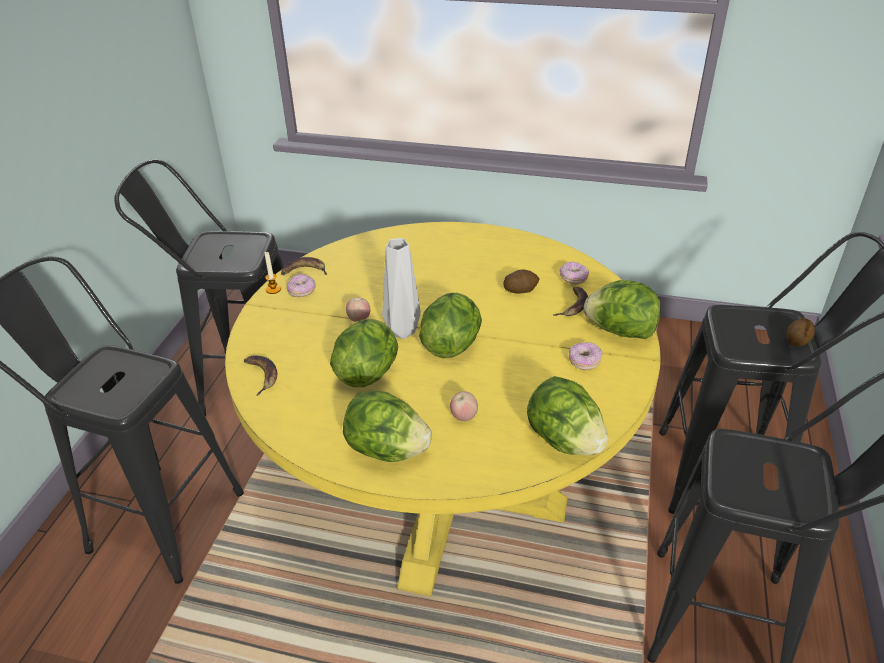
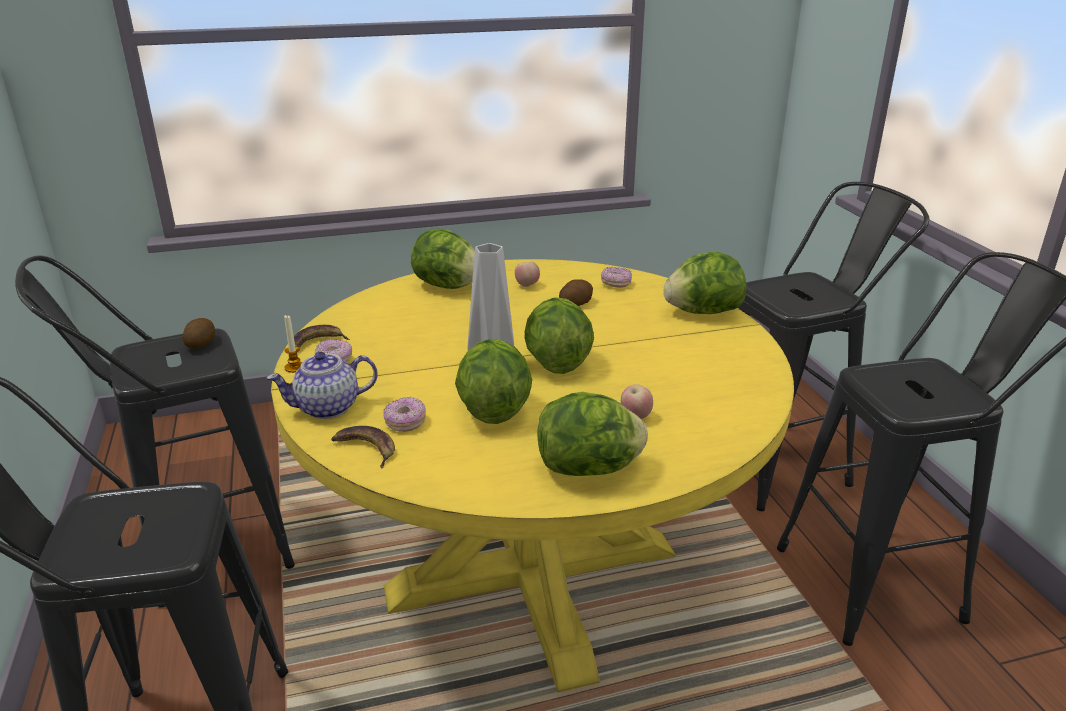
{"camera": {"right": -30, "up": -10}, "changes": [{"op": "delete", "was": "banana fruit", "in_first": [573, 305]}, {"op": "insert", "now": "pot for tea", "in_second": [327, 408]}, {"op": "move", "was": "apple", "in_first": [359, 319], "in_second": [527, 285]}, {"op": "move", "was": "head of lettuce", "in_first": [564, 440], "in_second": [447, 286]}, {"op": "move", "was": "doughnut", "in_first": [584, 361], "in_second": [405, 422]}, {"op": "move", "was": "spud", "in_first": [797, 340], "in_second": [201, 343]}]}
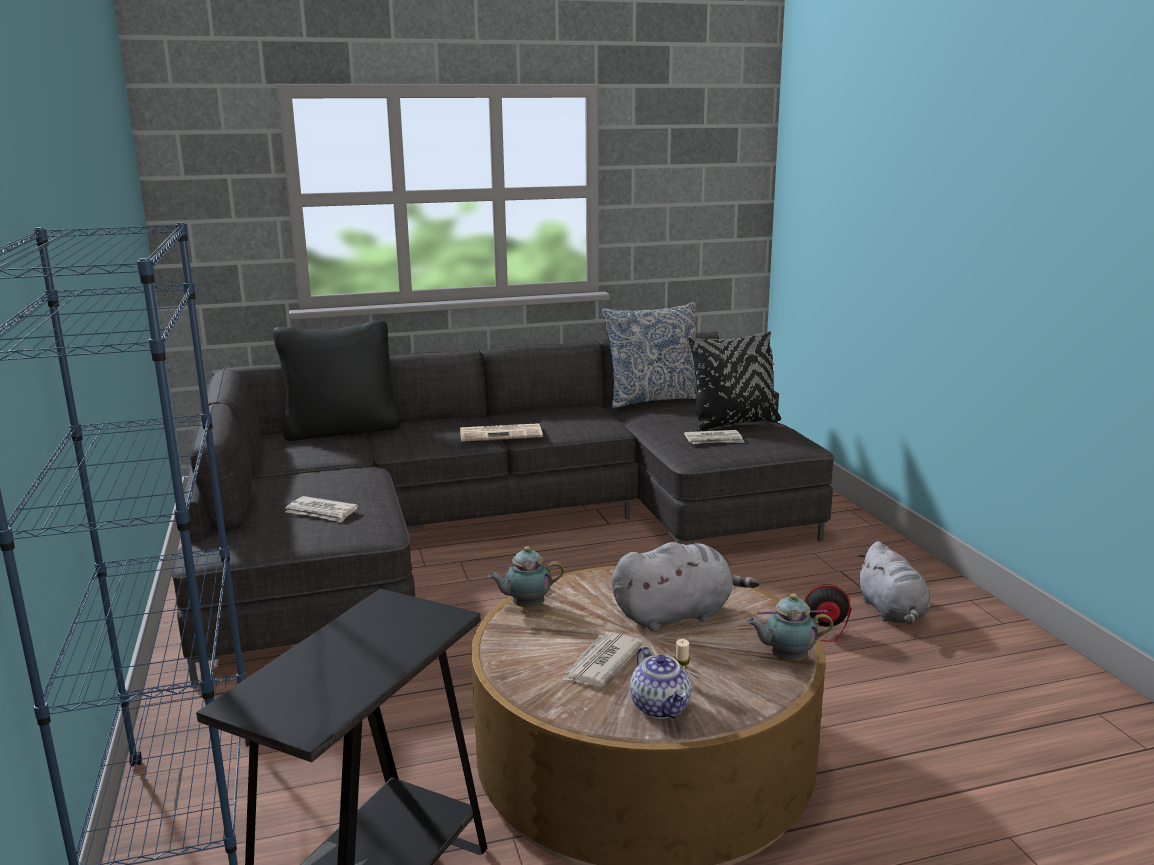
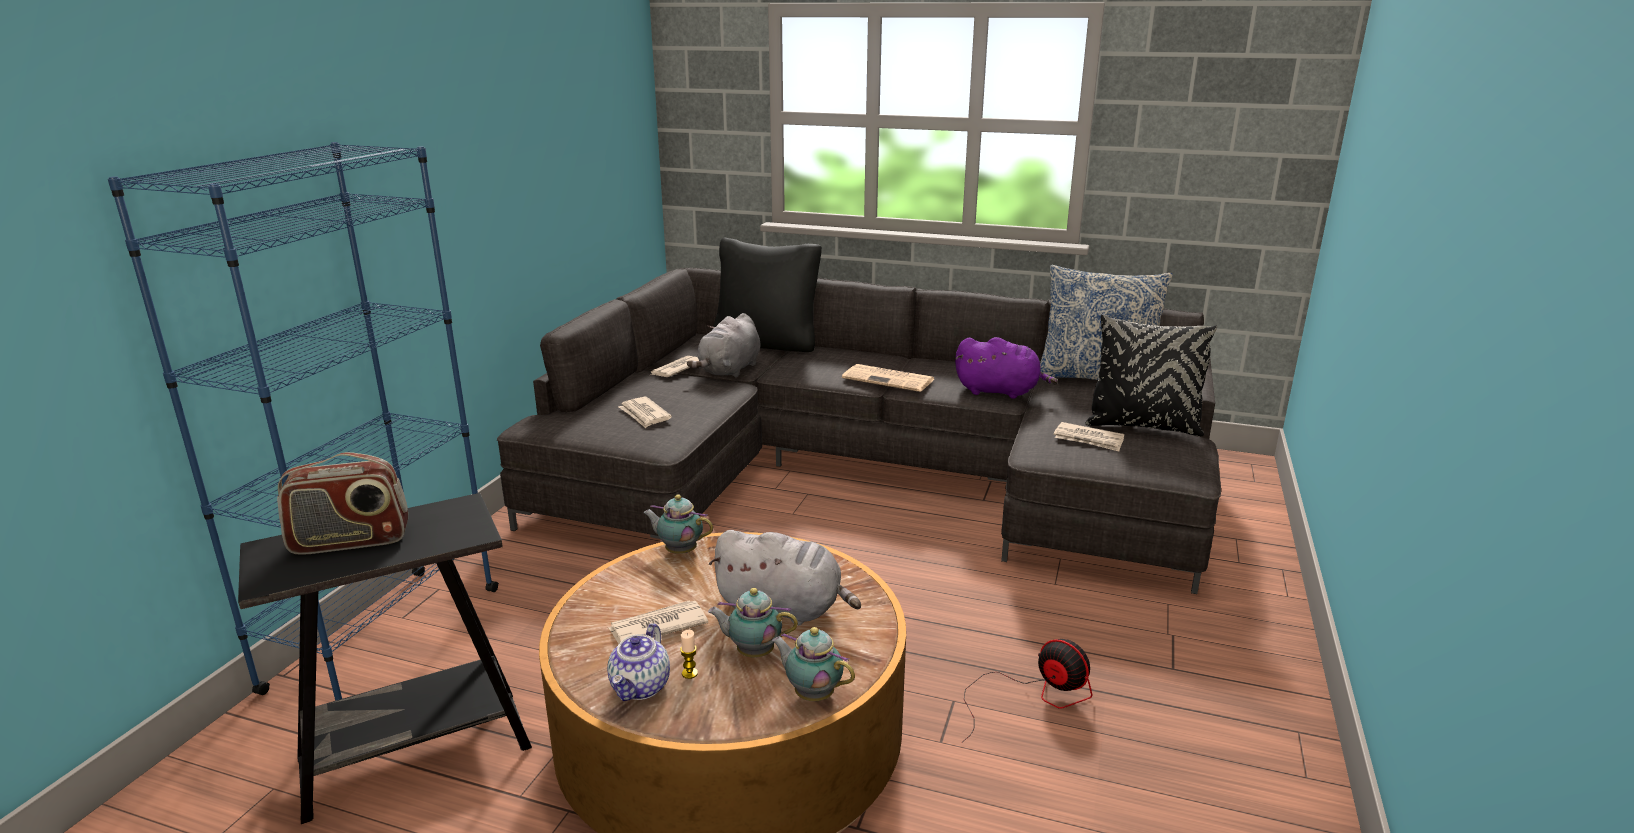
{"camera": {"right": 35, "up": 5}, "changes": [{"op": "insert", "now": "radio receiver", "in_second": [350, 541]}, {"op": "insert", "now": "daily paper", "in_second": [676, 369]}, {"op": "insert", "now": "pot for tea", "in_second": [752, 652]}, {"op": "insert", "now": "purplish soft toy", "in_second": [1000, 392]}, {"op": "move", "was": "gray soft toy", "in_first": [892, 612], "in_second": [729, 370]}]}
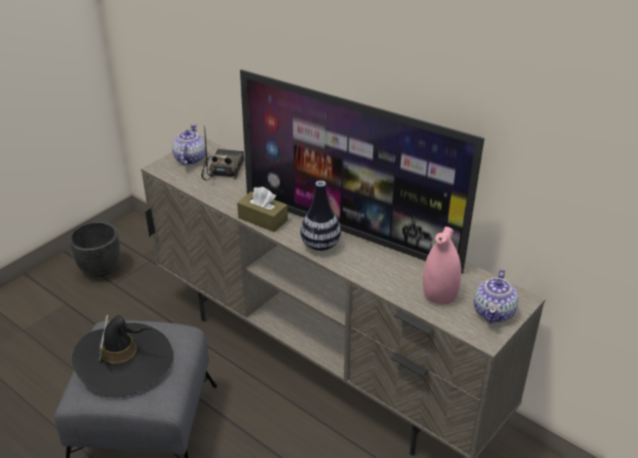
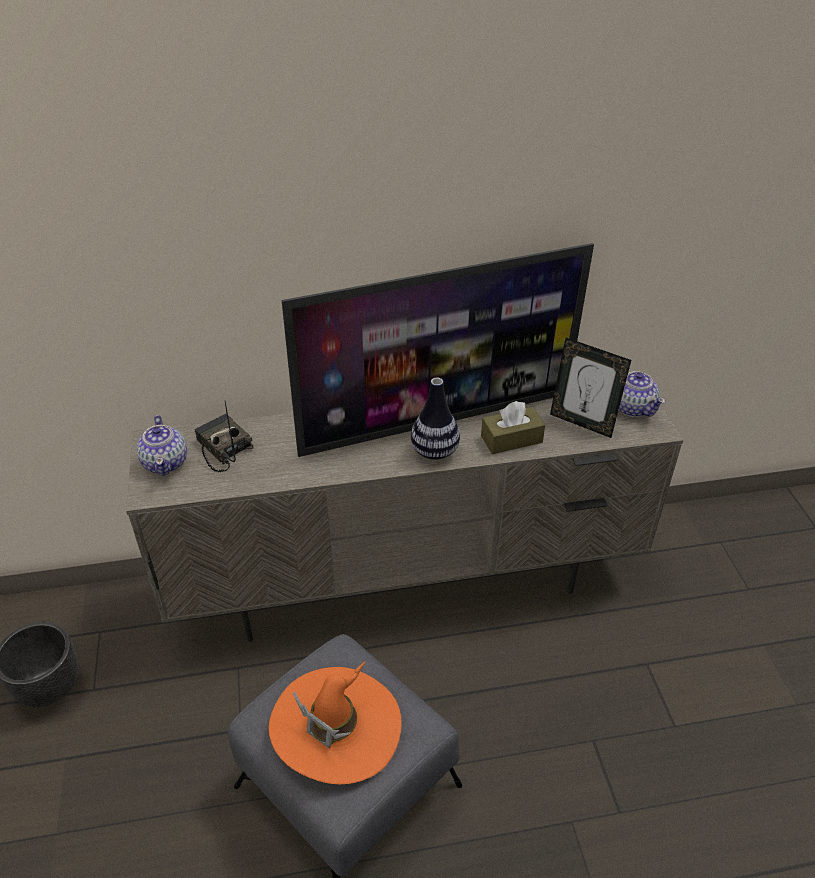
{"camera": {"right": -50, "up": 5}, "changes": [{"op": "move", "was": "brown tissue holder", "in_first": [263, 219], "in_second": [511, 439]}, {"op": "replace", "was": "pink flower vase", "now": "standing frame", "in_first": [439, 295], "in_second": [582, 423]}, {"op": "recolor", "was": "black-coloured hat", "now": "orangey hat", "in_first": [124, 361], "in_second": [336, 727]}, {"op": "rotate", "was": "pot for tea", "in_first": [189, 159], "in_second": [166, 462], "clockwise": -150}]}
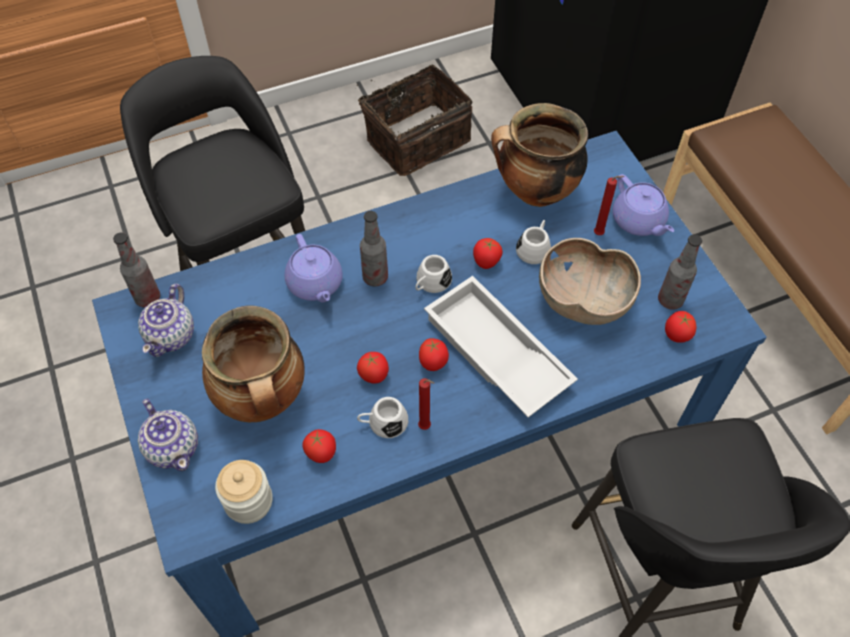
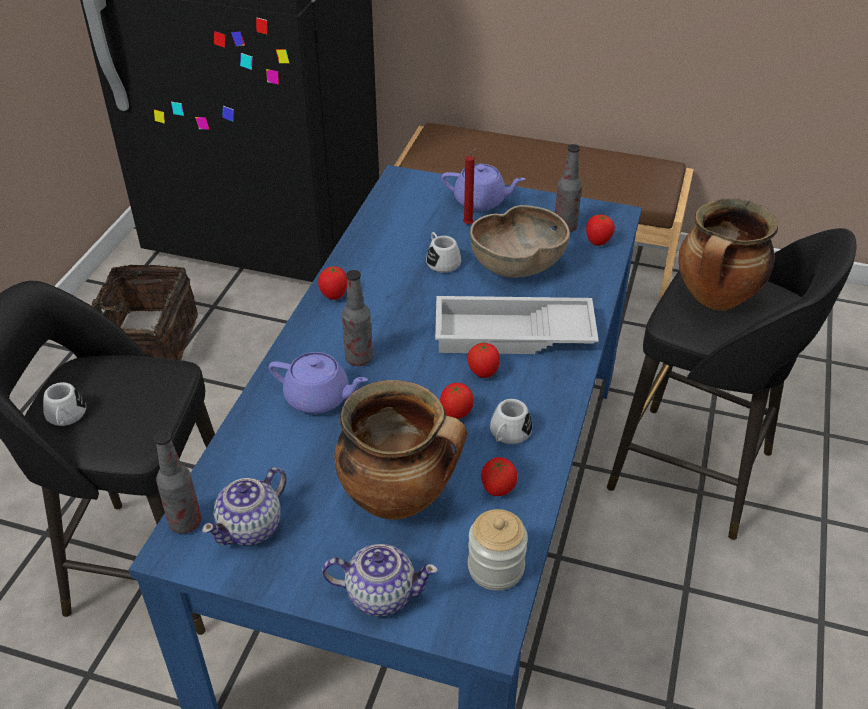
{"camera": {"right": -50, "up": -15}, "changes": [{"op": "delete", "was": "reddish candle", "in_first": [426, 427]}, {"op": "move", "was": "white-coloured mug", "in_first": [430, 283], "in_second": [65, 417]}, {"op": "move", "was": "tomato", "in_first": [486, 263], "in_second": [334, 296]}, {"op": "move", "was": "cooking pot", "in_first": [535, 192], "in_second": [716, 299]}, {"op": "rotate", "was": "pot for tea", "in_first": [171, 335], "in_second": [251, 527], "clockwise": 75}]}
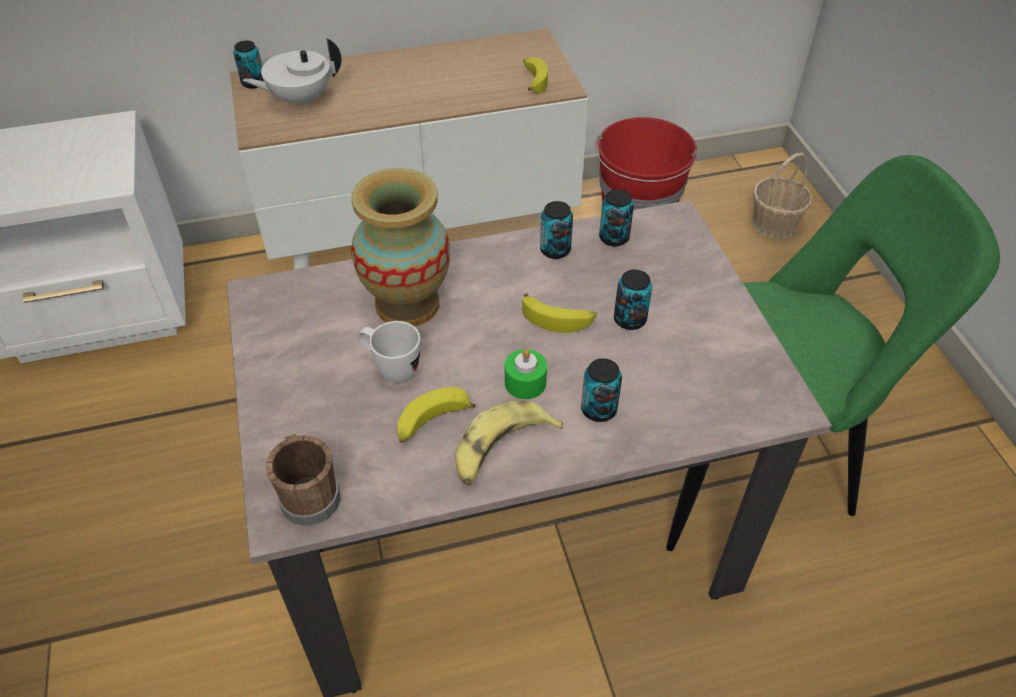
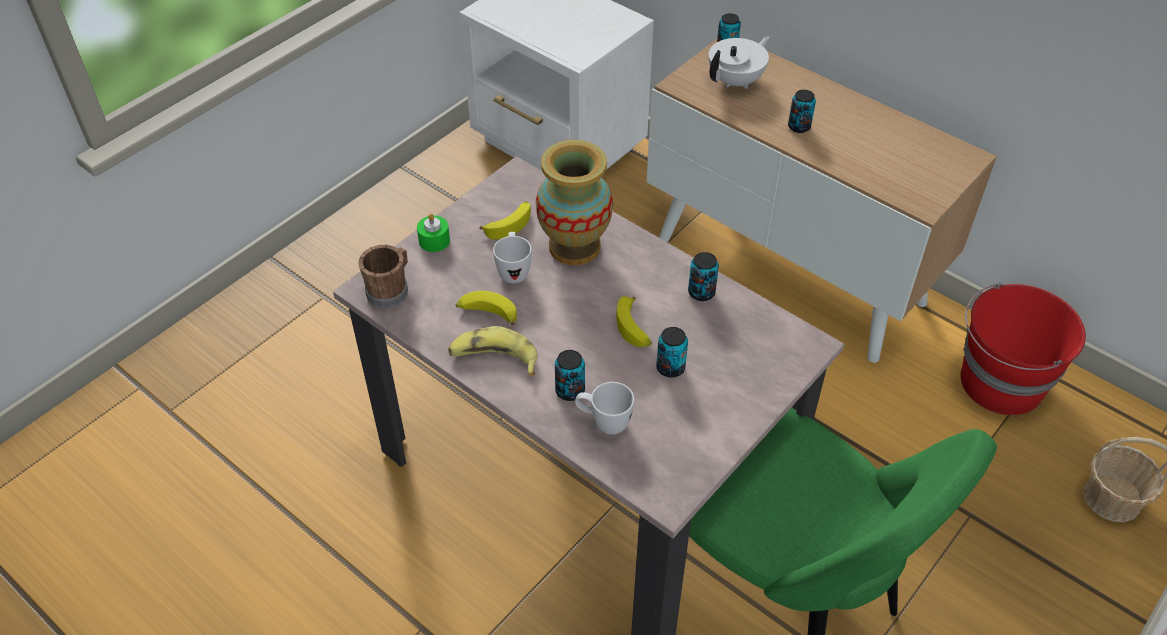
{"camera": {"right": 55, "up": 0}, "changes": [{"op": "insert", "now": "white-coloured mug", "in_second": [603, 422]}, {"op": "move", "was": "green candle", "in_first": [525, 382], "in_second": [434, 241]}, {"op": "move", "was": "banana fruit", "in_first": [533, 80], "in_second": [509, 224]}, {"op": "move", "was": "sealed can", "in_first": [614, 238], "in_second": [799, 127]}, {"op": "rotate", "was": "white-coloured pot for tea", "in_first": [300, 99], "in_second": [736, 81], "clockwise": 105}]}
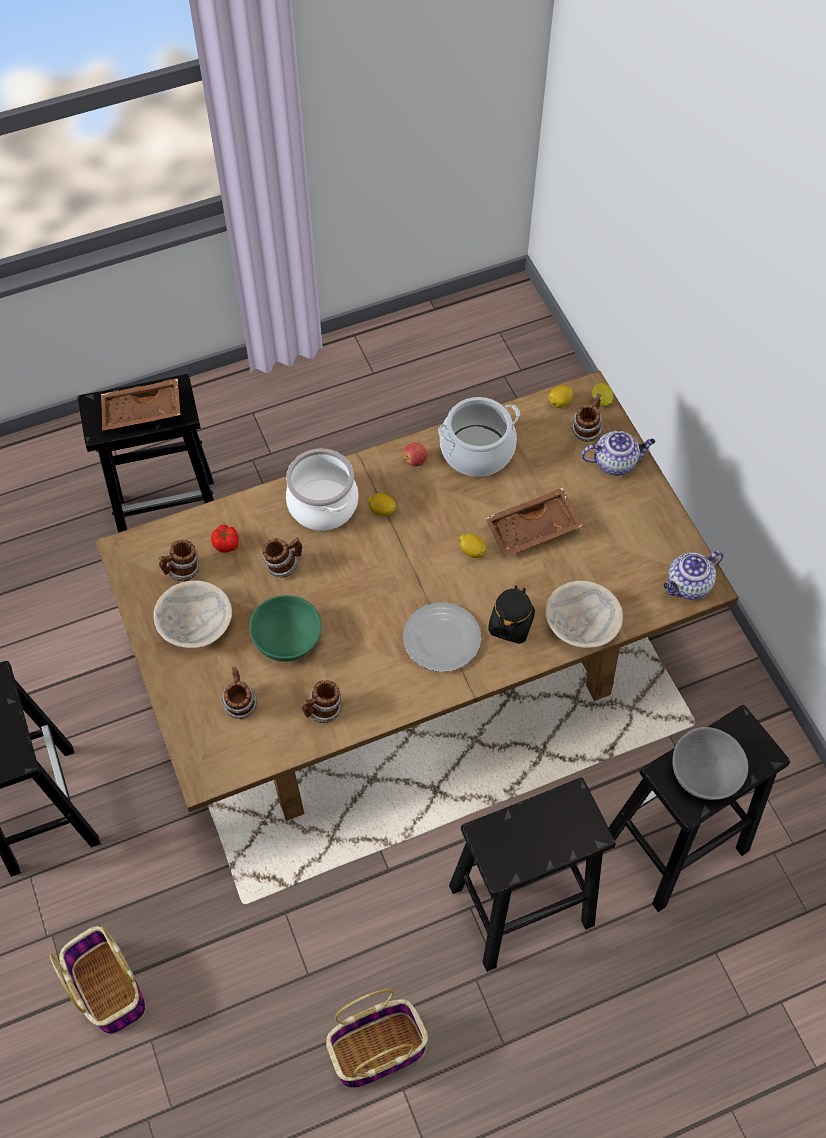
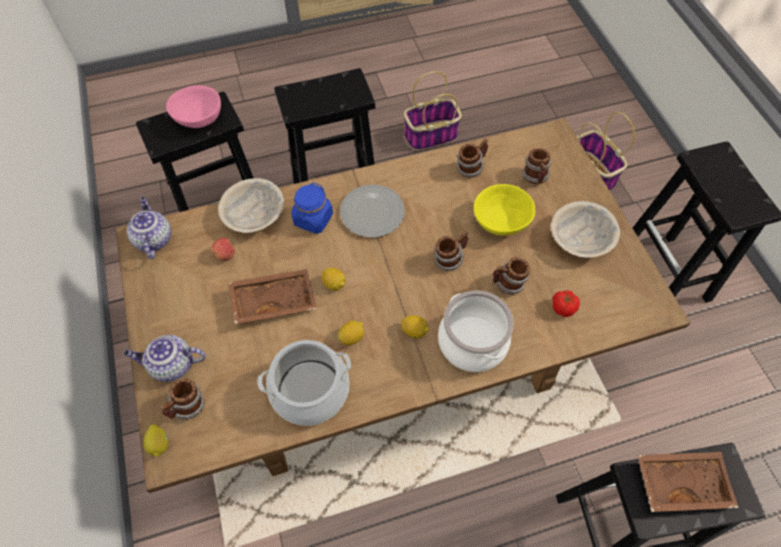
{"camera": {"right": -175, "up": 0}, "changes": [{"op": "move", "was": "mug", "in_first": [182, 571], "in_second": [449, 259]}, {"op": "move", "was": "apple", "in_first": [415, 460], "in_second": [225, 255]}, {"op": "move", "was": "lemon", "in_first": [559, 403], "in_second": [352, 337]}, {"op": "recolor", "was": "green bowl", "now": "yellowish bowl", "in_first": [286, 640], "in_second": [501, 221]}, {"op": "recolor", "was": "black-coloured jar", "now": "blue-coloured jar", "in_first": [510, 624], "in_second": [313, 219]}, {"op": "recolor", "was": "gray bowl", "now": "pink bowl", "in_first": [703, 773], "in_second": [199, 119]}, {"op": "rotate", "was": "pot for tea", "in_first": [688, 586], "in_second": [153, 239], "clockwise": -75}]}
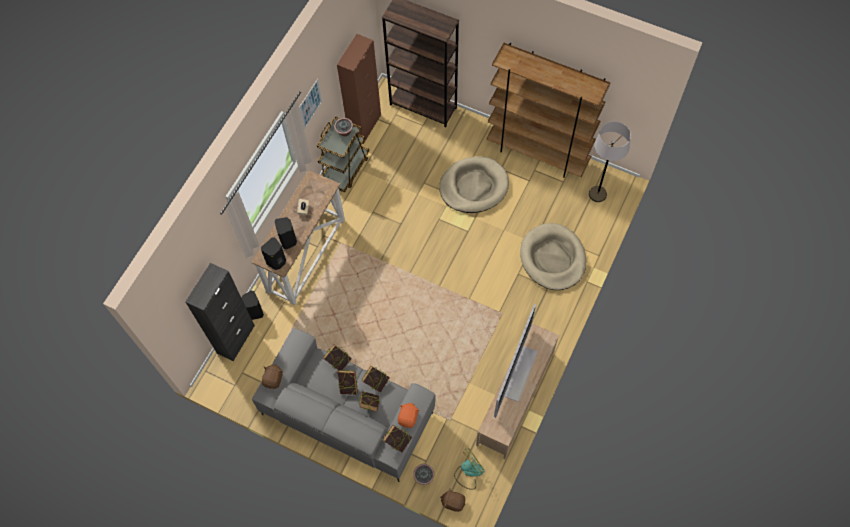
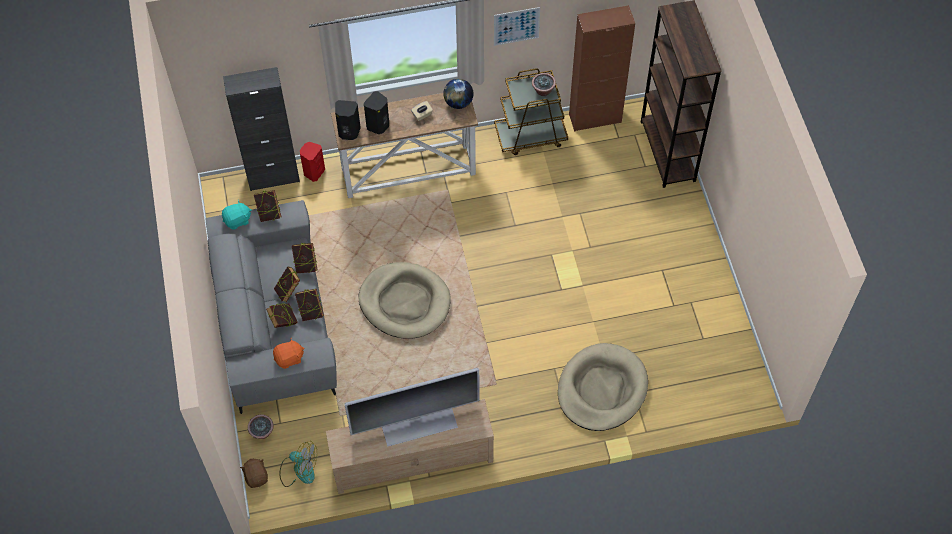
{"camera": {"right": 50, "up": -5}, "changes": [{"op": "delete", "was": "brown bookshelf", "in_first": [538, 153]}, {"op": "delete", "was": "gray floor lamp", "in_first": [597, 194]}, {"op": "insert", "now": "desk globe", "in_second": [458, 103]}, {"op": "move", "was": "volume", "in_first": [398, 441], "in_second": [269, 213]}, {"op": "move", "was": "beige dog bed", "in_first": [473, 186], "in_second": [404, 302]}, {"op": "recolor", "was": "black-coloured audio speaker", "now": "reddish audio speaker", "in_first": [255, 312], "in_second": [313, 172]}, {"op": "recolor", "was": "brown soft toy", "now": "turquoise-coloured soft toy", "in_first": [273, 379], "in_second": [237, 220]}]}
